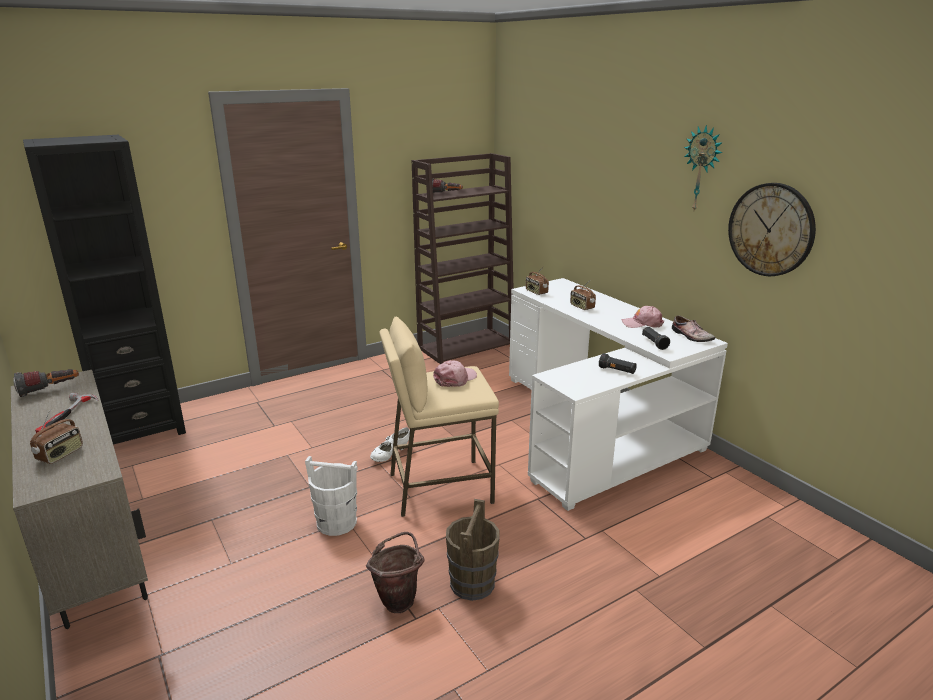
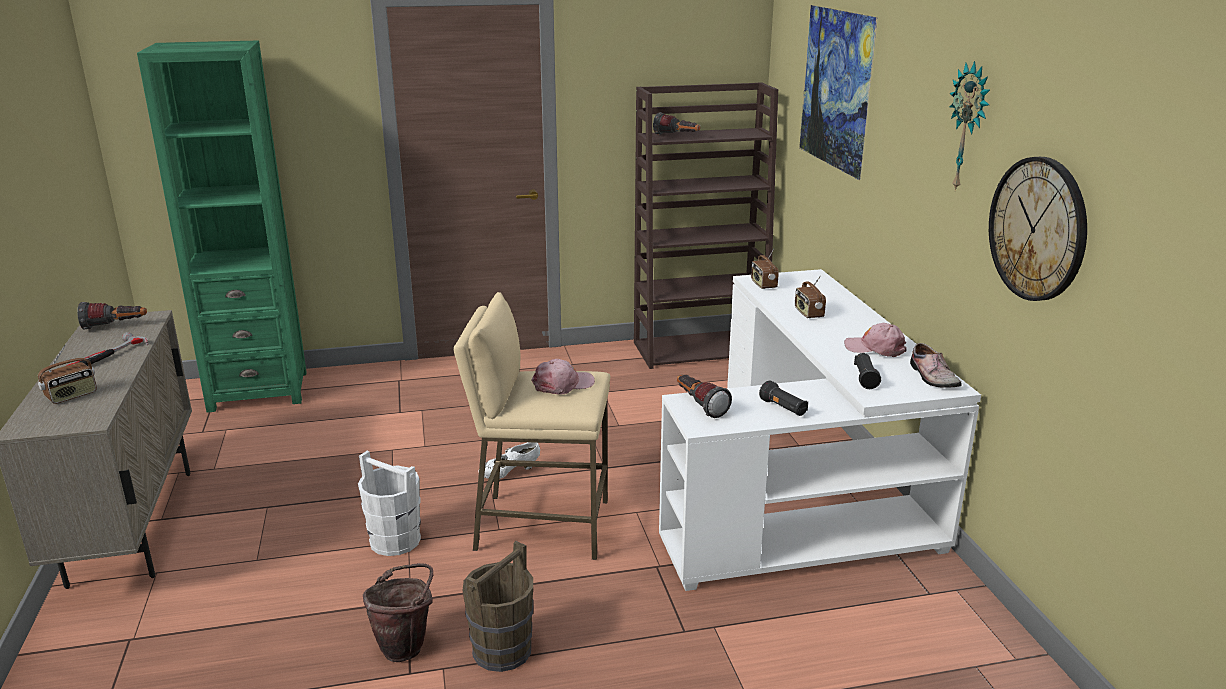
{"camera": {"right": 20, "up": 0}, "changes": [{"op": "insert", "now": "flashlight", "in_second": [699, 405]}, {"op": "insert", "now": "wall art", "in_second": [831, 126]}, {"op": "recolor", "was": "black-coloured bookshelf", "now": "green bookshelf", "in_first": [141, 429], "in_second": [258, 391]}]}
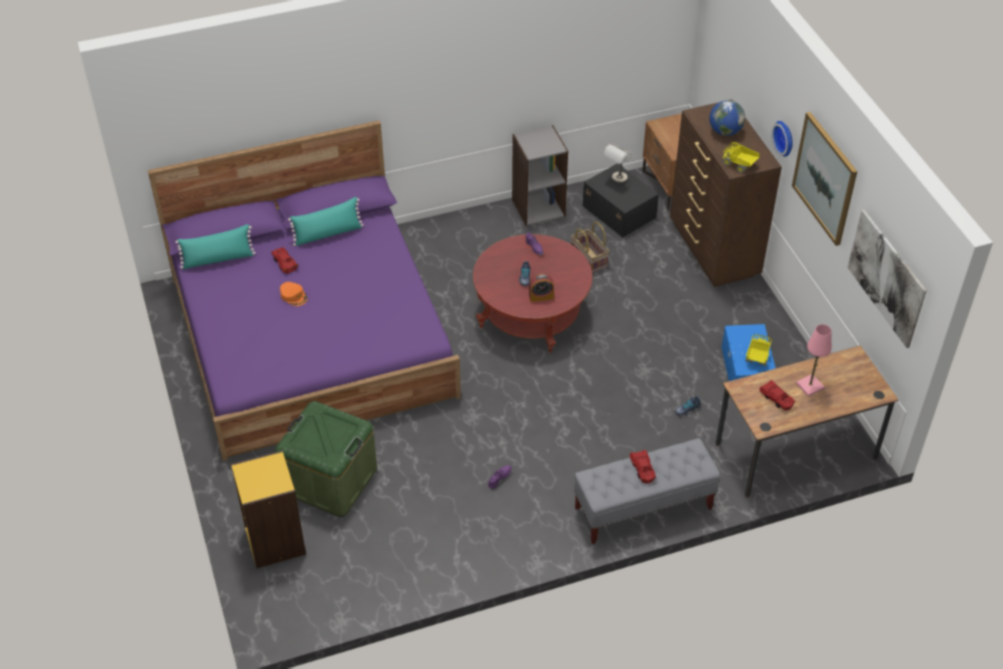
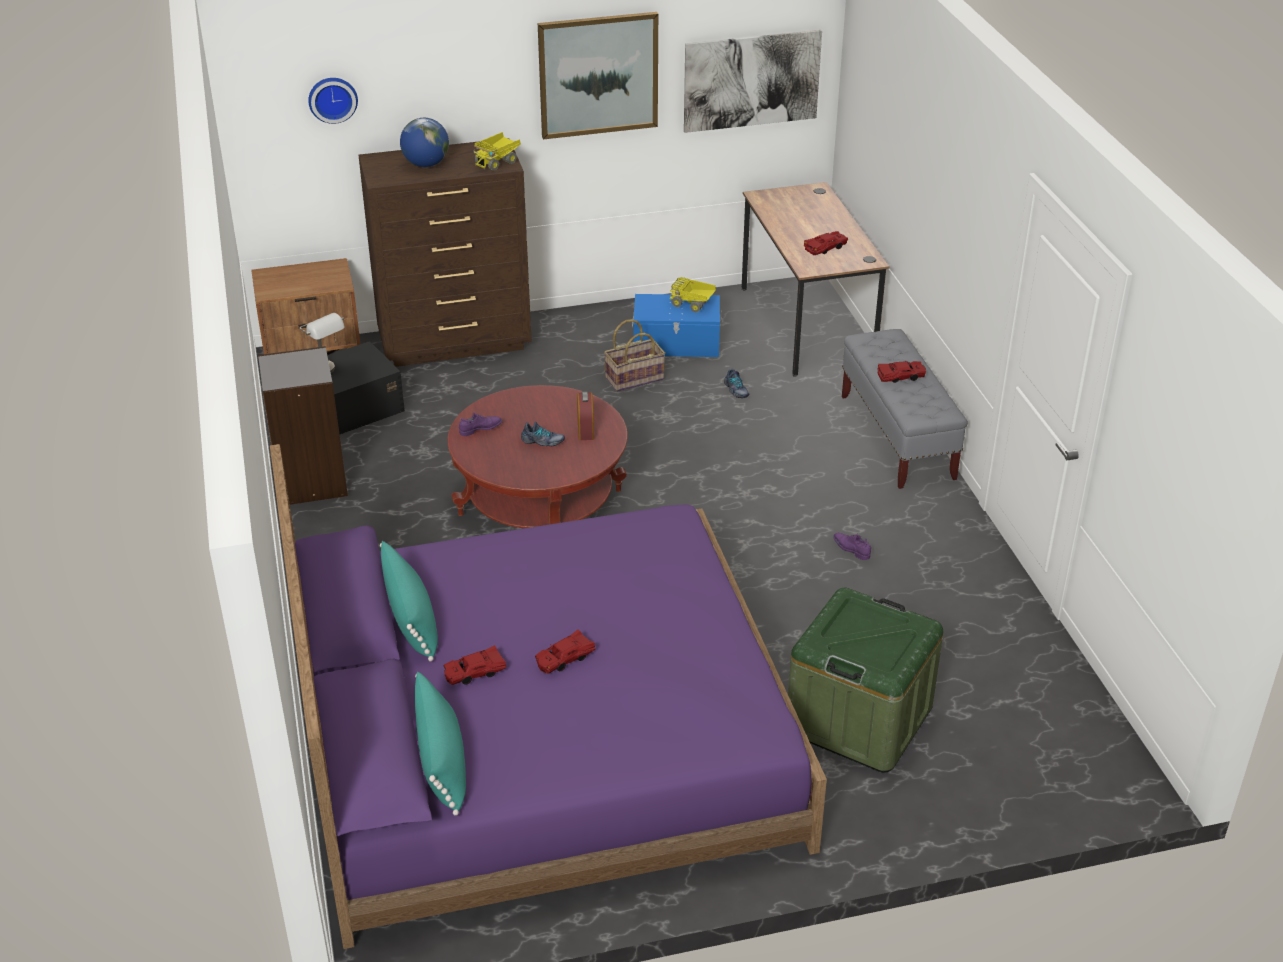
{"camera": {"right": -85, "up": -10}, "changes": [{"op": "delete", "was": "yellowish bookshelf", "in_first": [274, 541]}, {"op": "delete", "was": "pink lamp for a table", "in_first": [810, 386]}, {"op": "move", "was": "household basket", "in_first": [589, 259], "in_second": [634, 378]}, {"op": "move", "was": "wall clock", "in_first": [785, 138], "in_second": [332, 98]}, {"op": "replace", "was": "orangey peaked cap", "now": "reddish model car", "in_first": [294, 296], "in_second": [564, 658]}]}
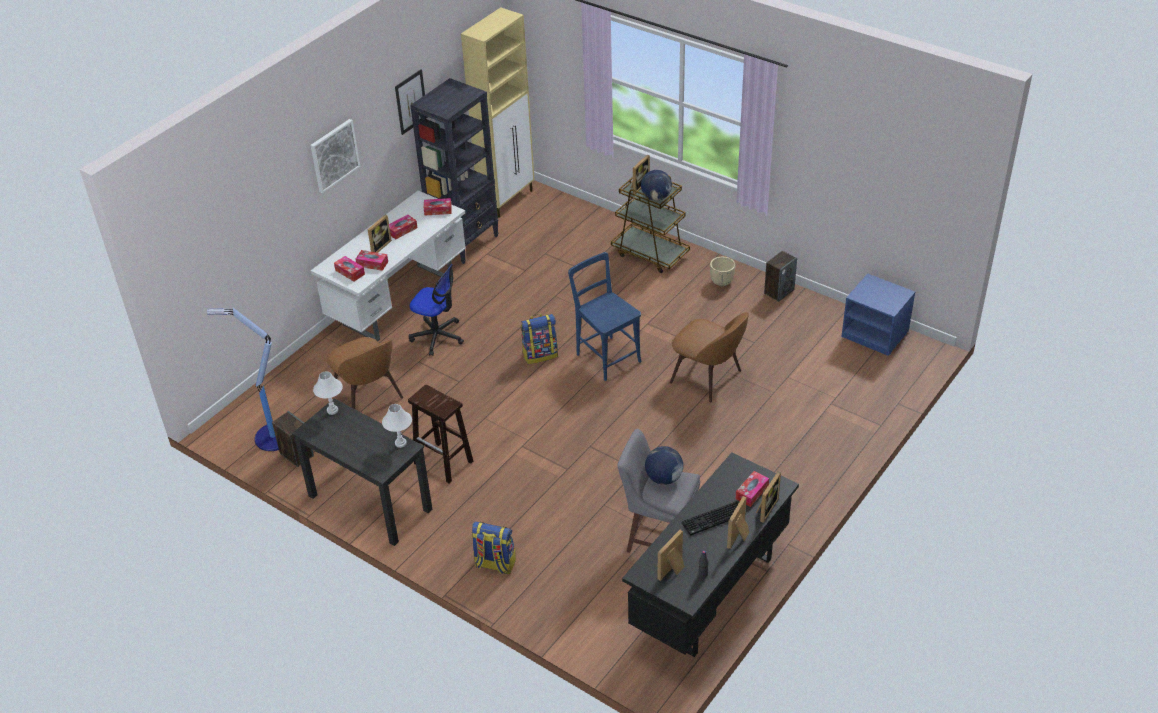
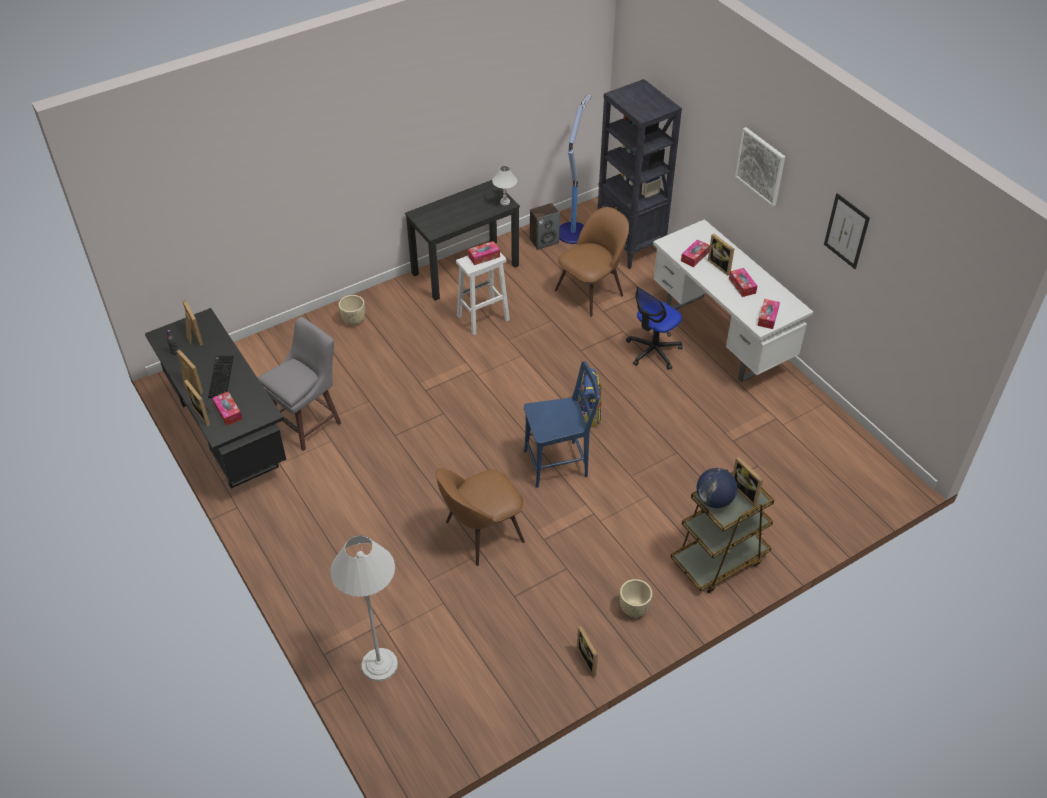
{"camera": {"right": 110, "up": 5}, "changes": [{"op": "delete", "was": "white-coloured lamp for a table", "in_first": [401, 443]}, {"op": "delete", "was": "beige cabinet", "in_first": [507, 200]}, {"op": "delete", "was": "desk globe", "in_first": [663, 478]}, {"op": "delete", "was": "blue-coloured bedside table", "in_first": [875, 334]}, {"op": "insert", "now": "white-coloured floor lamp", "in_second": [379, 665]}, {"op": "move", "was": "tissue holder", "in_first": [350, 272], "in_second": [484, 256]}, {"op": "move", "was": "black-coloured bookshelf", "in_first": [465, 242], "in_second": [630, 247]}, {"op": "replace", "was": "rucksack", "now": "beige plant pot", "in_first": [494, 564], "in_second": [354, 321]}, {"op": "replace", "was": "audio speaker", "now": "standing frame", "in_first": [779, 291], "in_second": [590, 660]}, {"op": "recolor", "was": "brown stool", "now": "white-coloured stool", "in_first": [444, 463], "in_second": [482, 318]}, {"op": "rotate", "was": "brown plain chair", "in_first": [368, 397], "in_second": [591, 291], "clockwise": 150}]}
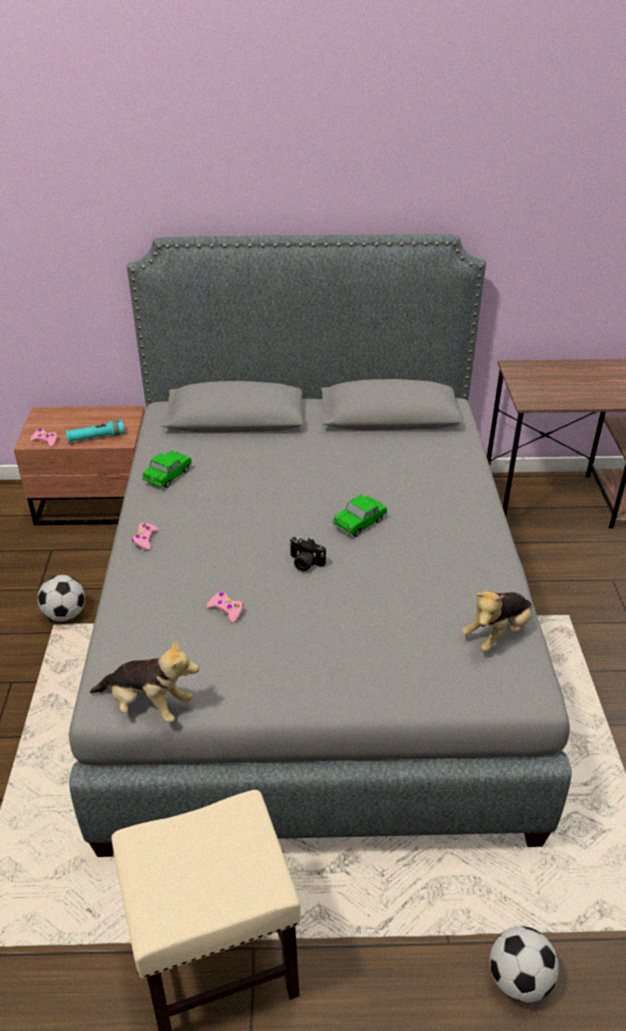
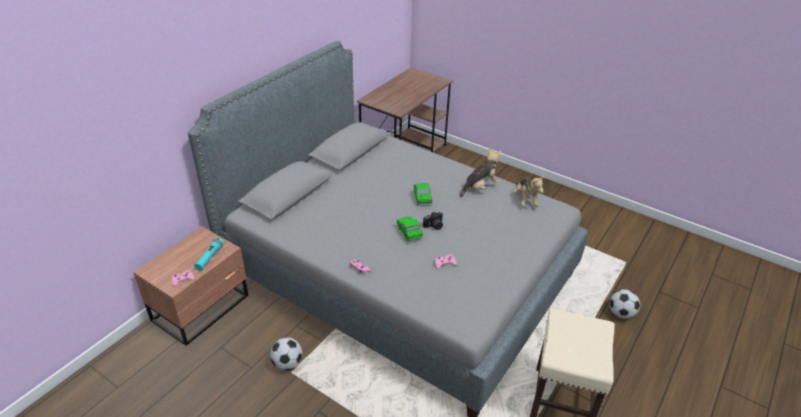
{"camera": {"right": -55, "up": 0}, "changes": [{"op": "move", "was": "soft toy", "in_first": [148, 705], "in_second": [480, 187]}, {"op": "move", "was": "model car", "in_first": [168, 476], "in_second": [409, 232]}]}
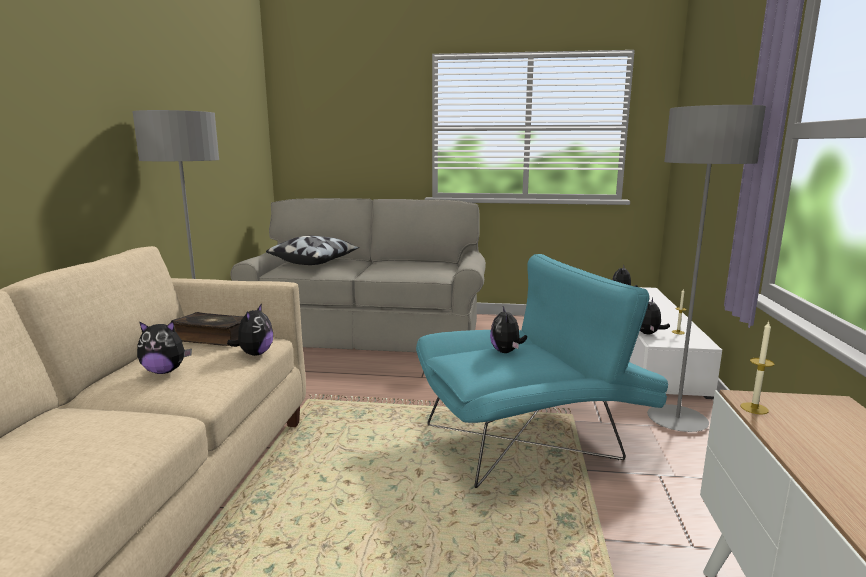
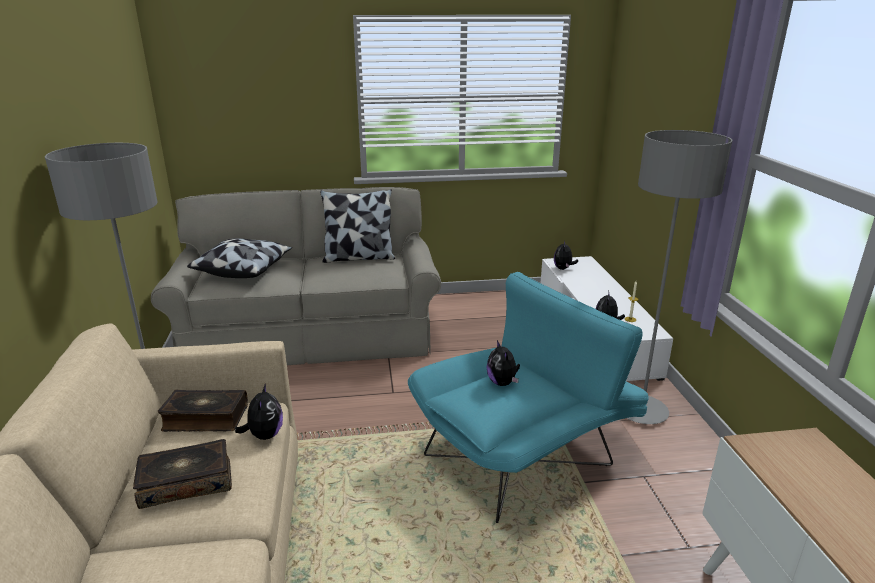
{"camera": {"right": -15, "up": 10}, "changes": [{"op": "delete", "was": "candle", "in_first": [754, 408]}, {"op": "insert", "now": "throw pillow", "in_second": [359, 257]}, {"op": "replace", "was": "soft toy", "now": "volume", "in_first": [165, 371], "in_second": [186, 482]}]}
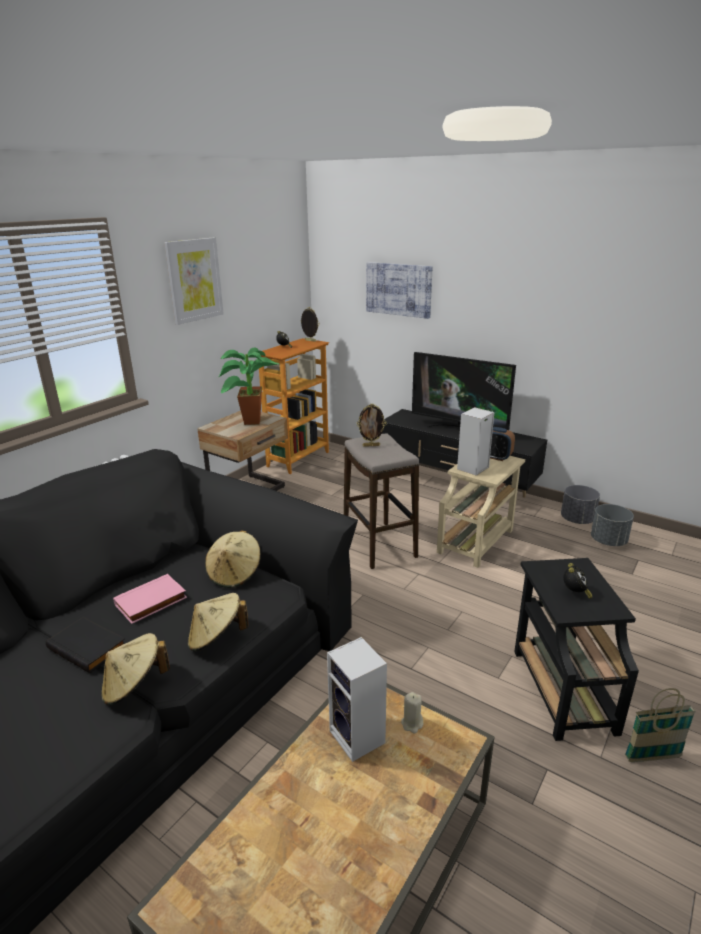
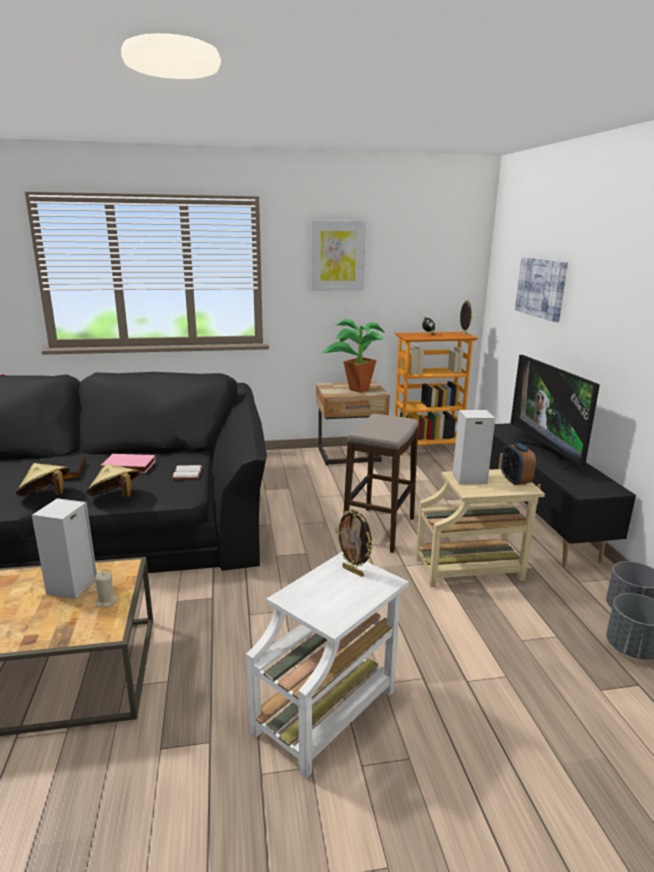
{"camera": {"right": 45, "up": -5}, "changes": [{"op": "delete", "was": "table clock", "in_first": [575, 593]}, {"op": "delete", "was": "household basket", "in_first": [652, 757]}, {"op": "move", "was": "standing frame", "in_first": [371, 445], "in_second": [353, 571]}, {"op": "replace", "was": "beige hat", "now": "white-coloured volume", "in_first": [235, 574], "in_second": [188, 473]}, {"op": "recolor", "was": "black-coloured end table", "now": "white-coloured end table", "in_first": [561, 688], "in_second": [328, 709]}]}
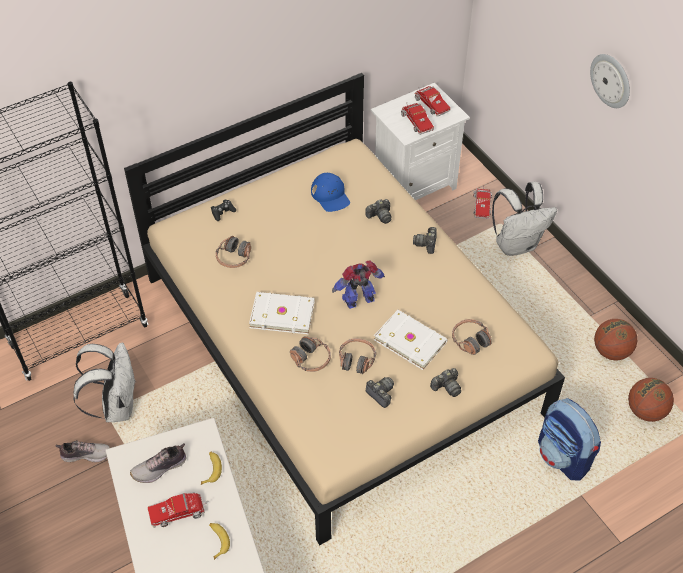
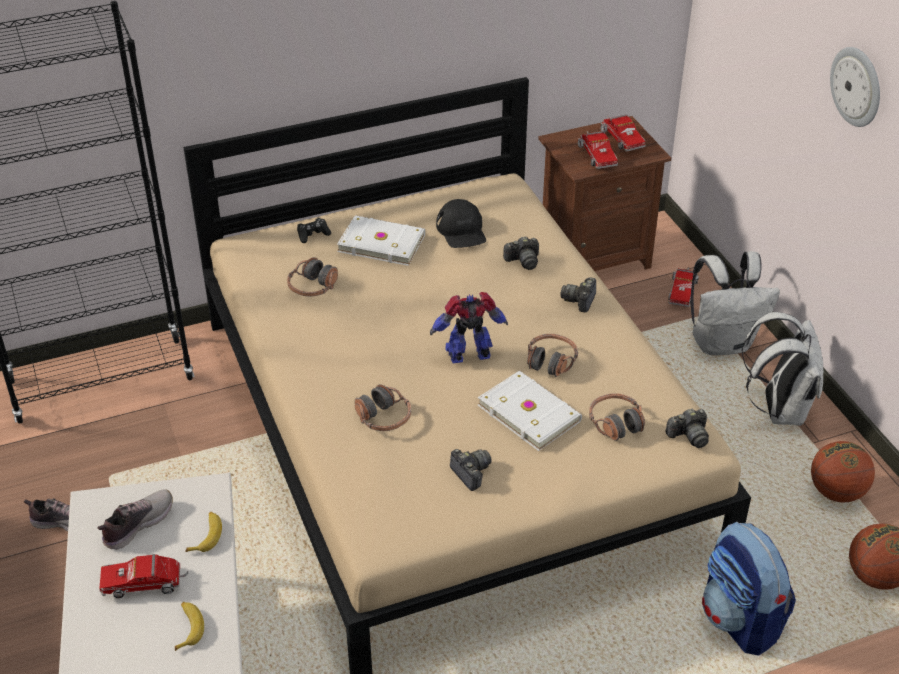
{"camera": {"right": 10, "up": -10}, "changes": [{"op": "move", "was": "white-coloured rucksack", "in_first": [116, 405], "in_second": [779, 409]}, {"op": "move", "was": "white-coloured volume", "in_first": [282, 313], "in_second": [381, 242]}, {"op": "move", "was": "pair of headphones", "in_first": [356, 360], "in_second": [551, 361]}, {"op": "move", "was": "photo camera", "in_first": [446, 387], "in_second": [689, 436]}, {"op": "recolor", "was": "blue-coloured peaked cap", "now": "black-coloured peaked cap", "in_first": [330, 195], "in_second": [461, 230]}, {"op": "recolor", "was": "white-coloured bedside table", "now": "brown bedside table", "in_first": [413, 184], "in_second": [593, 257]}, {"op": "rotate", "was": "shoe", "in_first": [160, 468], "in_second": [137, 524], "clockwise": 150}]}
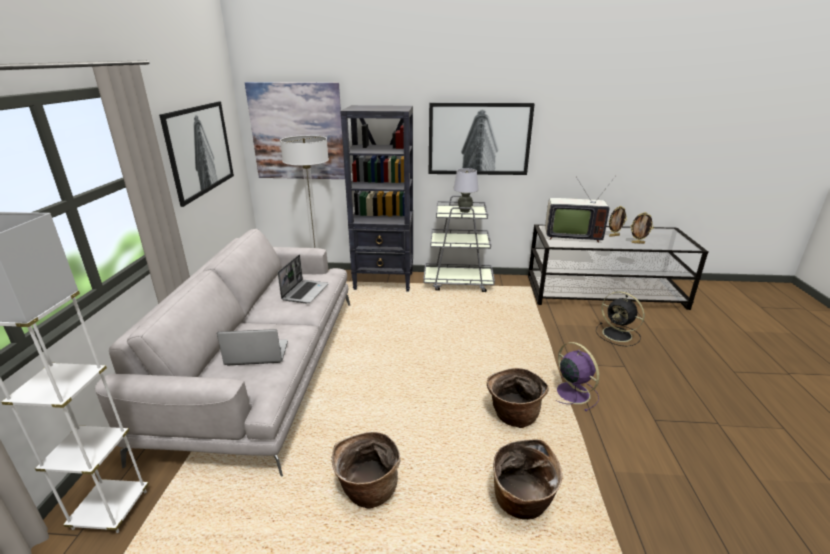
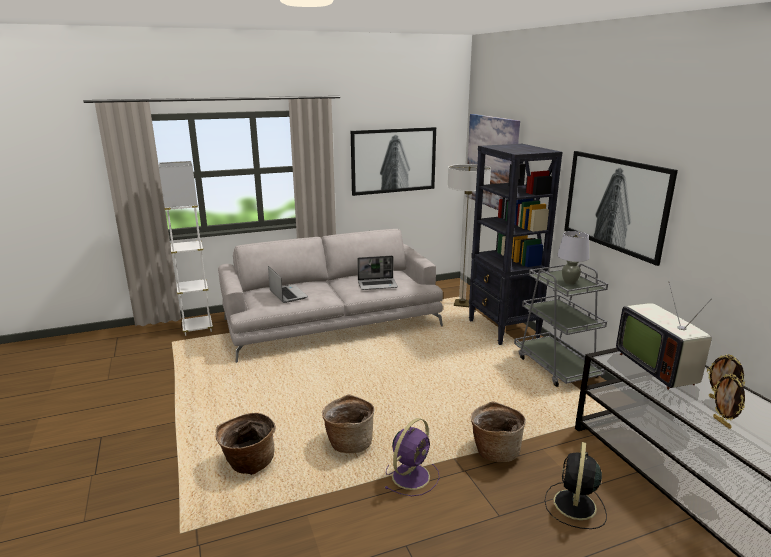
{"camera": {"right": 65, "up": -5}, "changes": [{"op": "move", "was": "household basket", "in_first": [367, 490], "in_second": [494, 450]}]}
